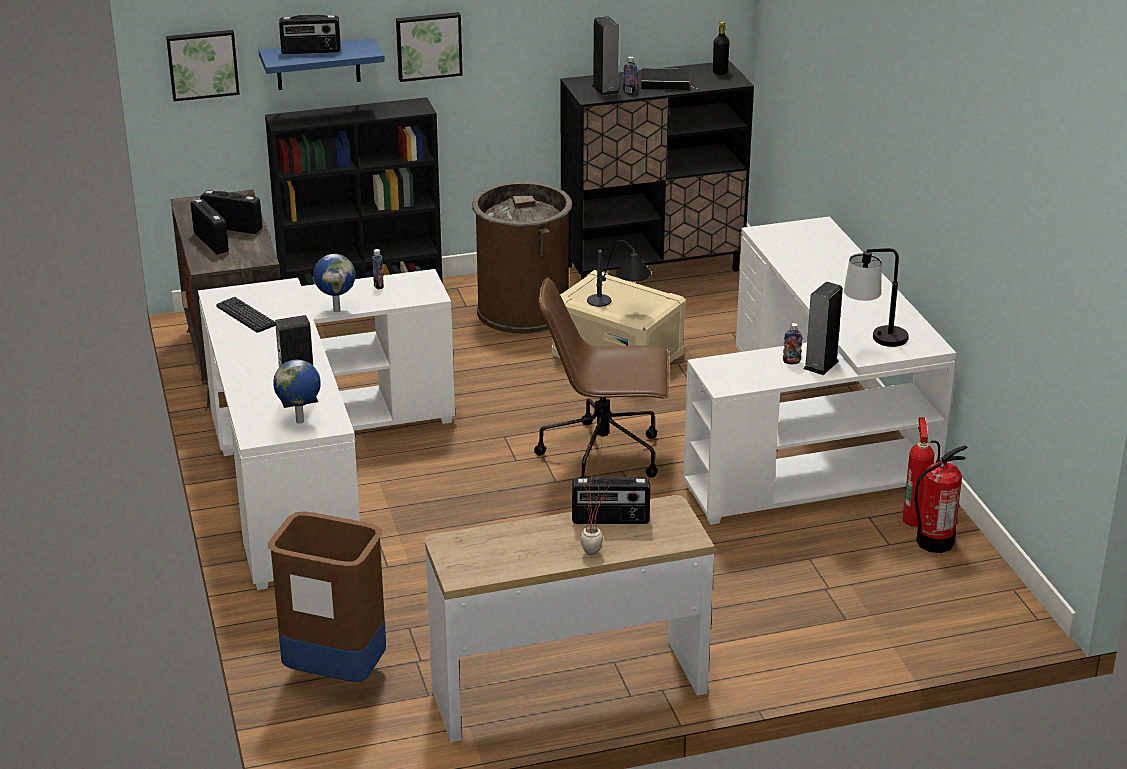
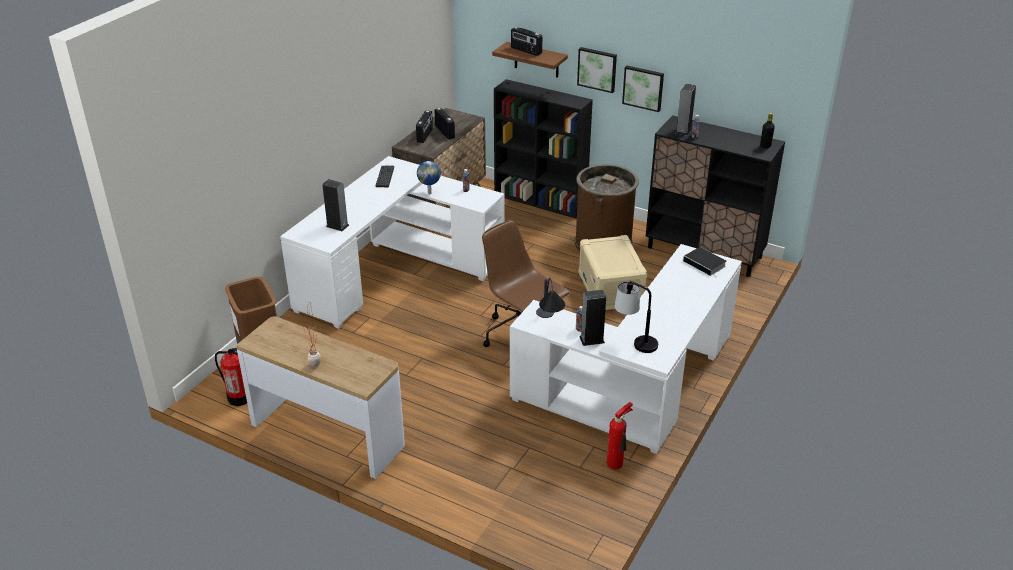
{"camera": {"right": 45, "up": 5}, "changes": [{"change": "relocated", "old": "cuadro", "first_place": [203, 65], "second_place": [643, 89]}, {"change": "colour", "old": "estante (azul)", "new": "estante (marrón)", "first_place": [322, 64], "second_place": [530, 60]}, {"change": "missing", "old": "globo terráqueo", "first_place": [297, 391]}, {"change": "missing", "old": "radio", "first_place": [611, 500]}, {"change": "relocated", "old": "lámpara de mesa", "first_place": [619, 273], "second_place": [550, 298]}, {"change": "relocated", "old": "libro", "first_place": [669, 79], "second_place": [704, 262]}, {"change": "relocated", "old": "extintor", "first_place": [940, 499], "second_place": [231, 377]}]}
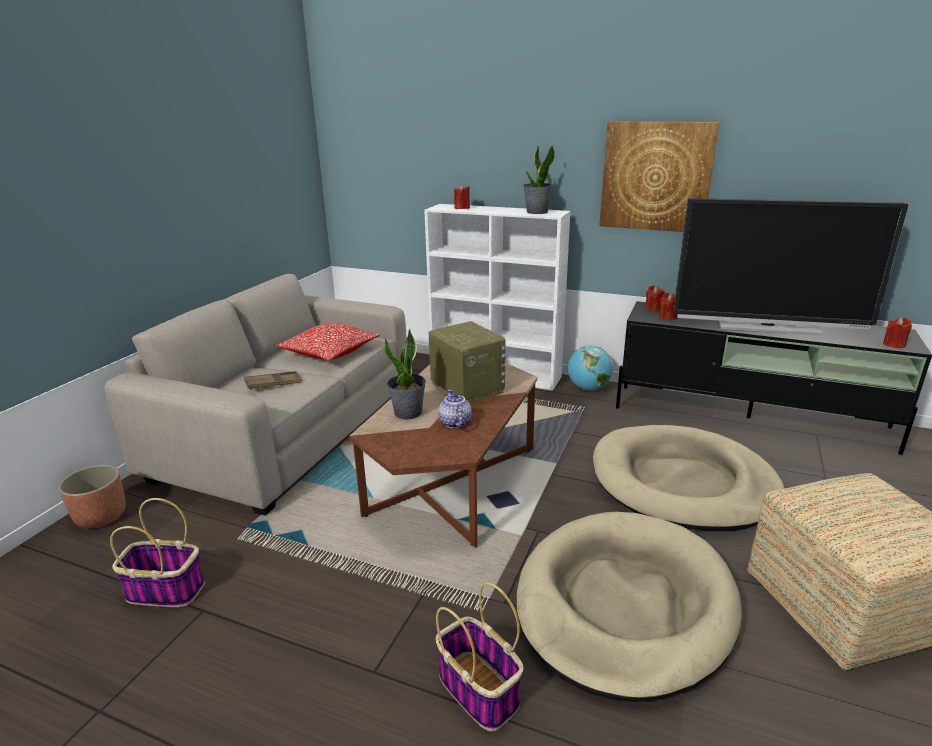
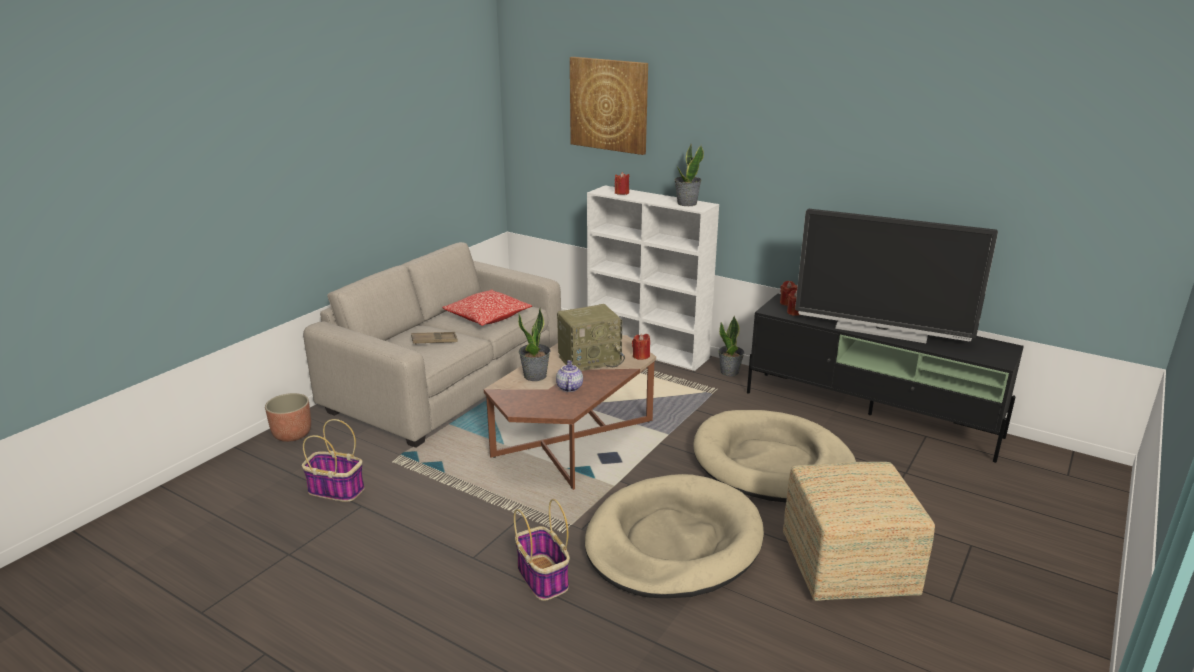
{"camera": {"right": 10, "up": 0}, "changes": [{"change": "spun", "old": "radio", "first_place": [466, 362], "second_place": [591, 337], "degrees": 90}, {"change": "exchanged", "old": "globo terráqueo", "new": "planta en maceta", "first_place": [590, 368], "second_place": [731, 346]}, {"change": "relocated", "old": "cuadro", "first_place": [659, 176], "second_place": [609, 106]}, {"change": "relocated", "old": "vela (rojo)", "first_place": [897, 332], "second_place": [641, 346]}]}
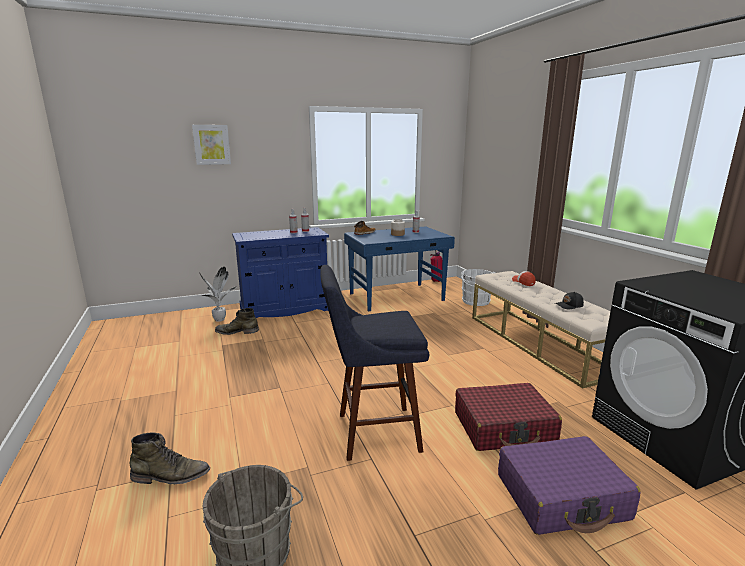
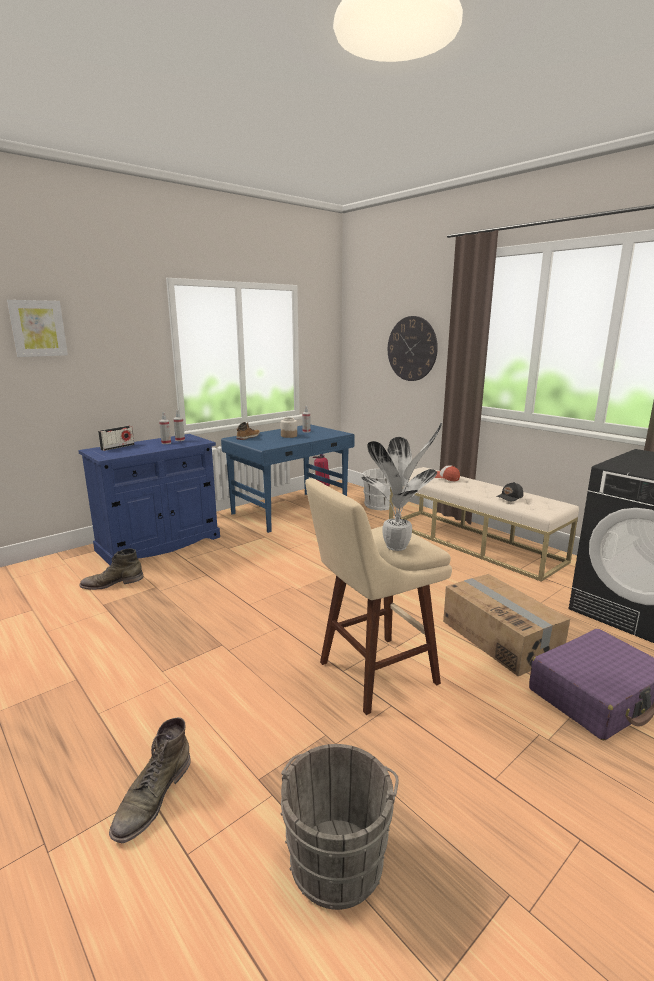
{"camera": {"right": -20, "up": 0}, "changes": [{"change": "spun", "old": "bota (verde)", "first_place": [170, 458], "second_place": [150, 780], "degrees": 135}, {"change": "relocated", "old": "planta en maceta", "first_place": [217, 294], "second_place": [401, 487]}, {"change": "colour", "old": "taburete (azul)", "new": "taburete (beis)", "first_place": [374, 363], "second_place": [378, 596]}, {"change": "exchanged", "old": "maleta (rojo)", "new": "caja de cartón", "first_place": [508, 417], "second_place": [506, 625]}, {"change": "appeared", "new": "radio", "second_place": [116, 438]}, {"change": "appeared", "new": "reloj de pared", "second_place": [413, 348]}]}
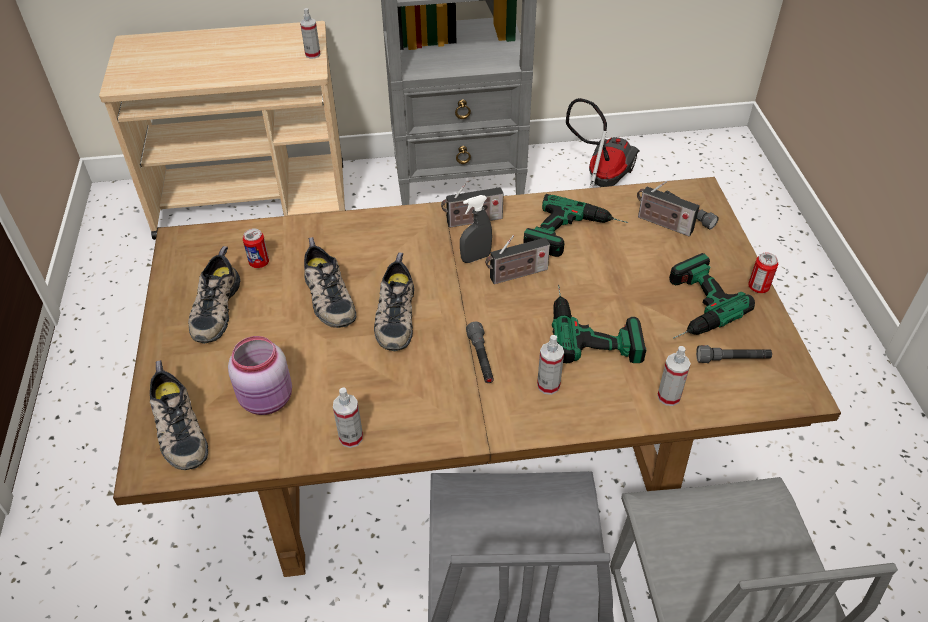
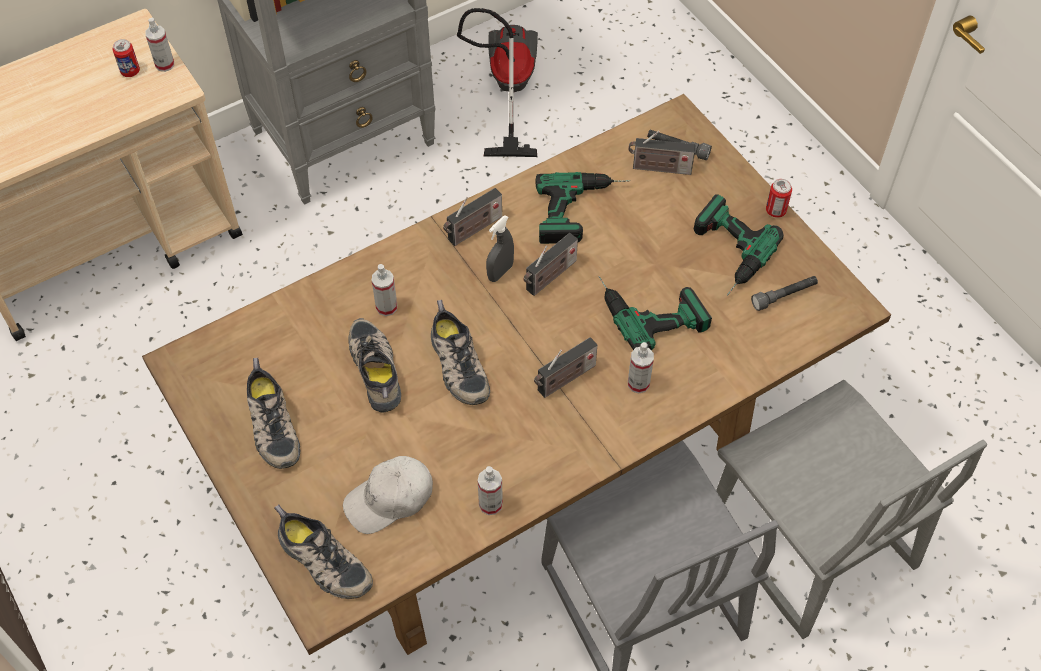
{"camera": {"right": -25, "up": 10}, "changes": [{"change": "exchanged", "old": "tarro (rosa)", "new": "gorra (blanco)", "first_place": [260, 375], "second_place": [388, 495]}, {"change": "relocated", "old": "lata", "first_place": [256, 248], "second_place": [126, 58]}, {"change": "spun", "old": "zapato", "first_place": [330, 282], "second_place": [375, 365], "degrees": -150}, {"change": "exchanged", "old": "linterna (gris)", "new": "radio", "first_place": [480, 352], "second_place": [565, 367]}, {"change": "relocated", "old": "pulverizador", "first_place": [674, 376], "second_place": [384, 290]}]}
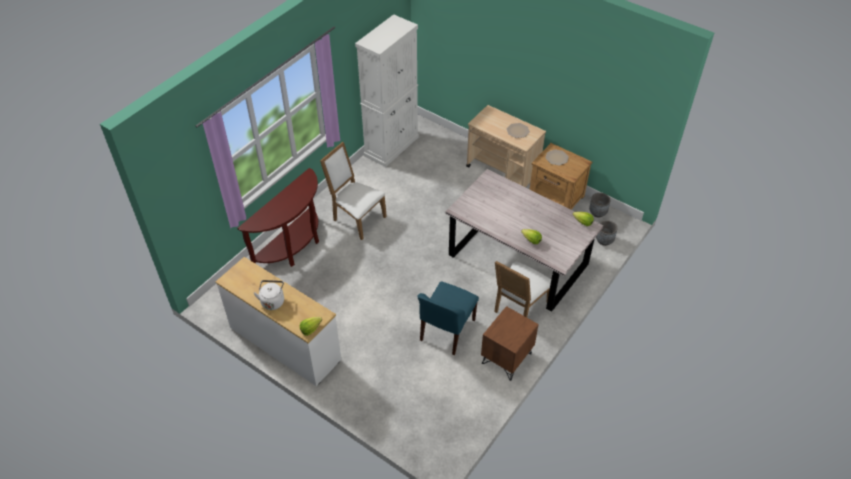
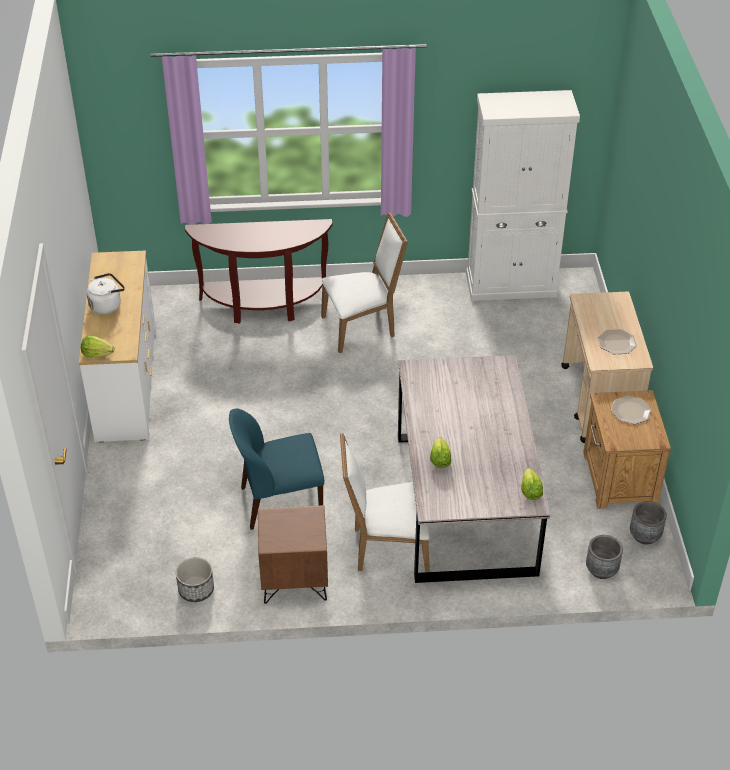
{"camera": {"right": 50, "up": -5}, "changes": [{"change": "spun", "old": "silla (blanco)", "first_place": [353, 191], "second_place": [364, 282], "degrees": 75}, {"change": "appeared", "new": "maceta", "second_place": [195, 579]}]}
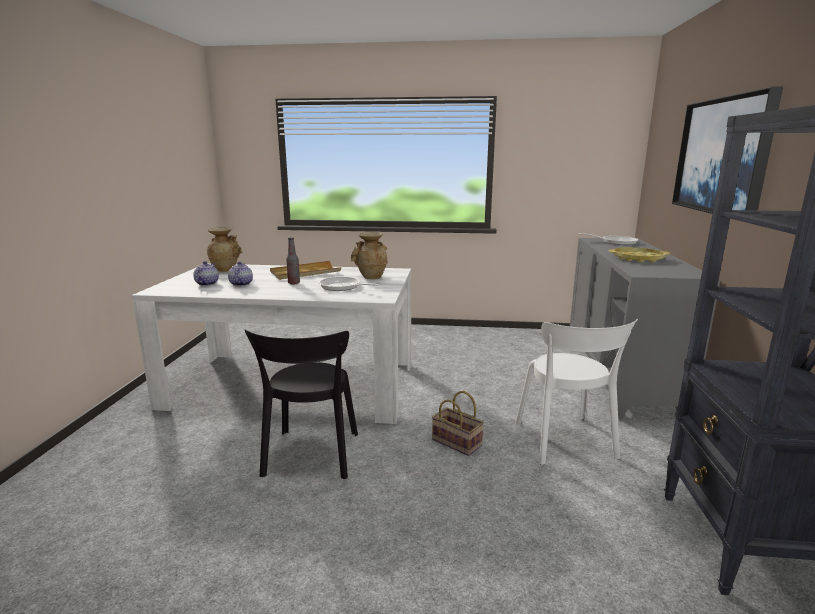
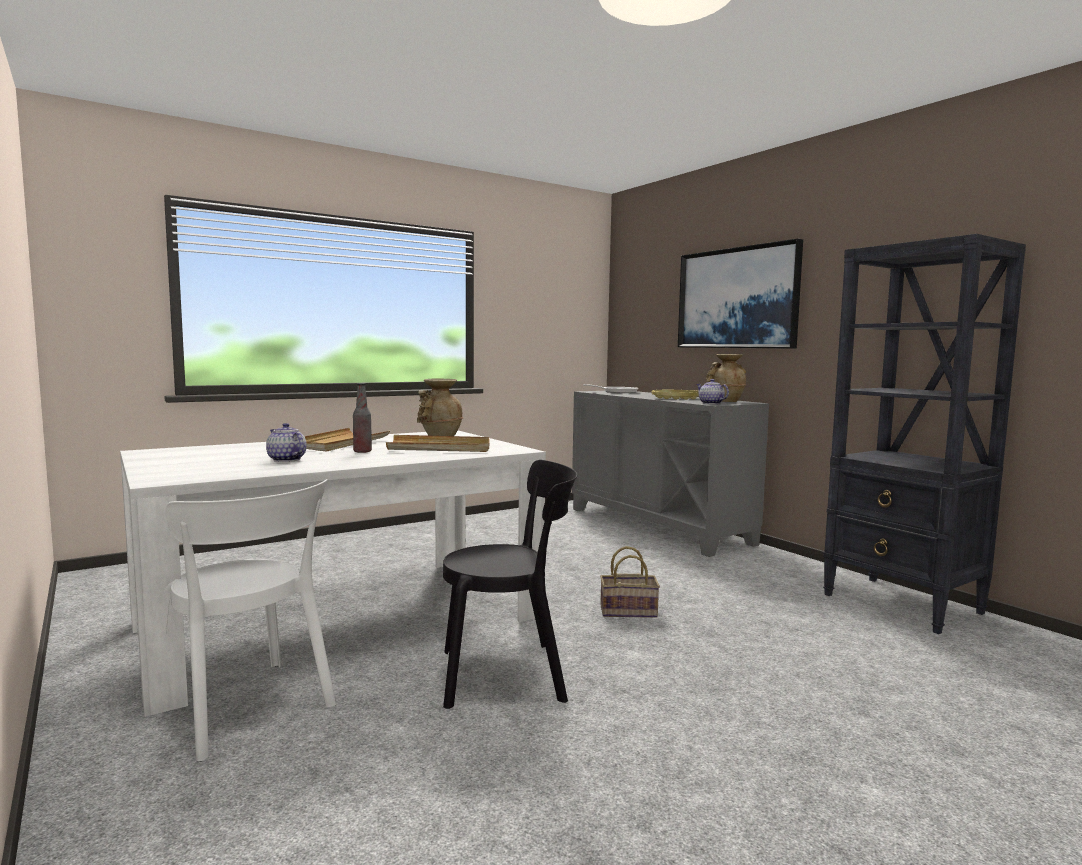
{"camera": {"right": -40, "up": -10}, "changes": [{"change": "relocated", "old": "tetera", "first_place": [206, 273], "second_place": [712, 391]}, {"change": "relocated", "old": "florero (beis)", "first_place": [225, 249], "second_place": [726, 378]}, {"change": "spun", "old": "silla (negro)", "first_place": [301, 404], "second_place": [510, 584], "degrees": -60}, {"change": "exchanged", "old": "sartén", "new": "bandeja (beis)", "first_place": [349, 284], "second_place": [437, 443]}, {"change": "relocated", "old": "silla (blanco)", "first_place": [576, 391], "second_place": [249, 620]}]}
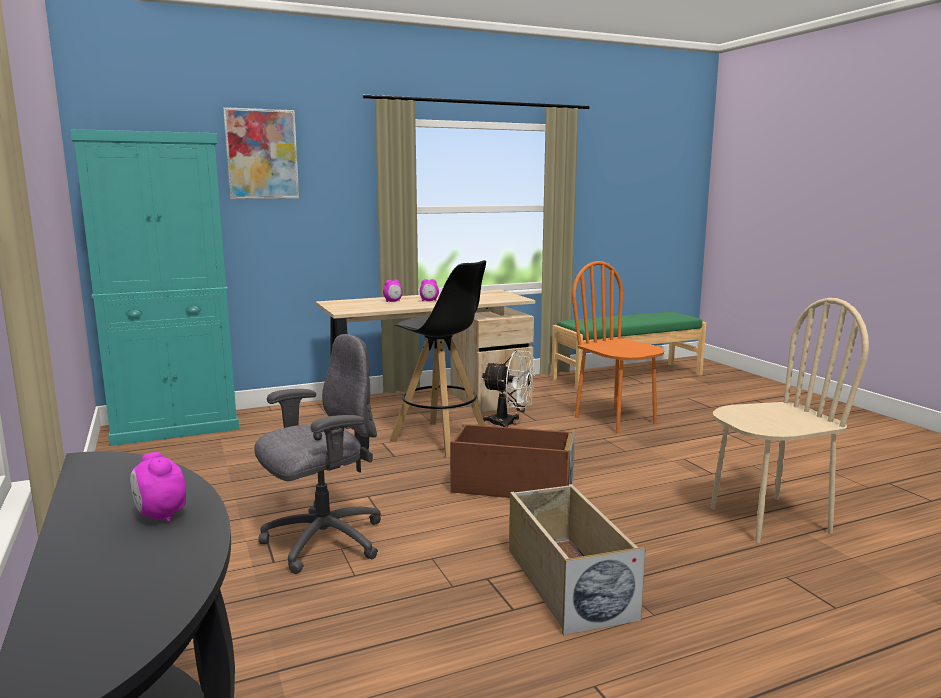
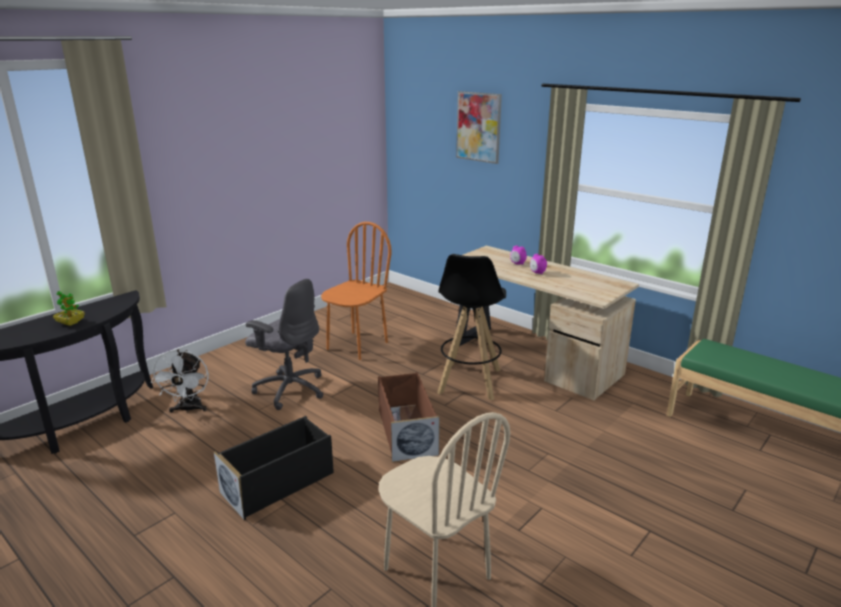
{"camera": {"right": 65, "up": 10}, "changes": [{"change": "missing", "old": "armario (turquesa)", "first_place": [154, 287]}, {"change": "exchanged", "old": "despertador", "new": "planta en maceta", "first_place": [158, 487], "second_place": [69, 308]}, {"change": "relocated", "old": "ventilador (blanco)", "first_place": [508, 388], "second_place": [180, 381]}, {"change": "colour", "old": "caja de almacenaje (beis)", "new": "caja de almacenaje (negro)", "first_place": [577, 559], "second_place": [274, 468]}, {"change": "relocated", "old": "silla (naranja)", "first_place": [618, 347], "second_place": [356, 291]}]}
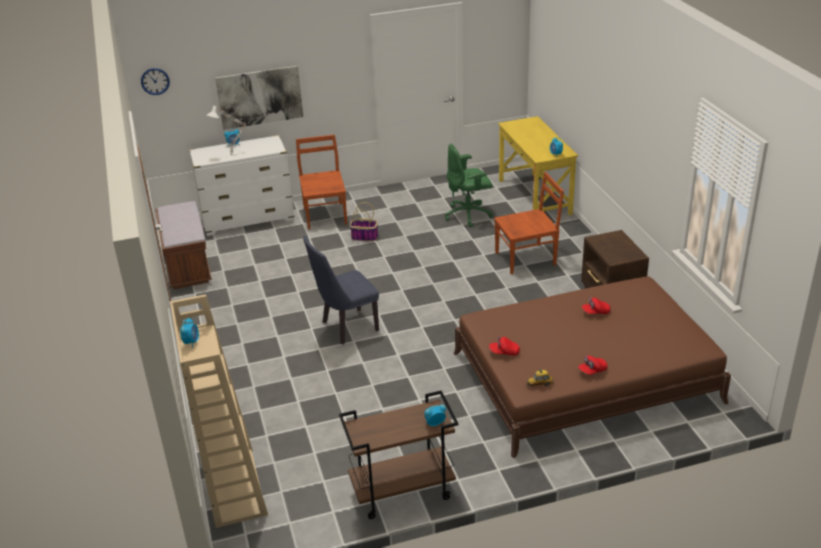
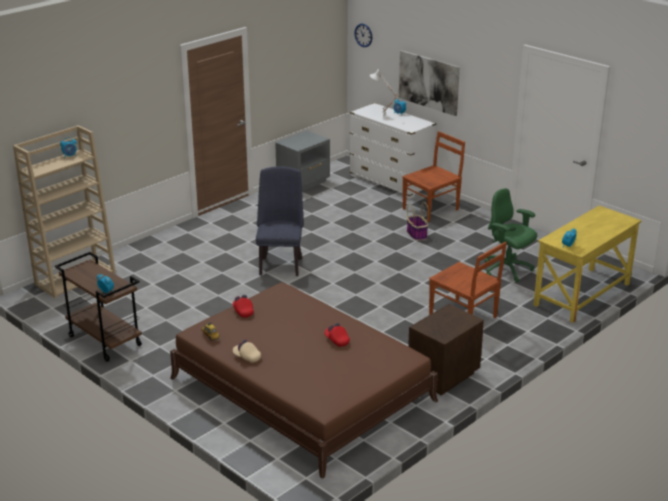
{"camera": {"right": 60, "up": -5}, "changes": [{"change": "exchanged", "old": "banco (marrón)", "new": "mesita de noche (gris)", "first_place": [183, 245], "second_place": [302, 161]}, {"change": "spun", "old": "silla (azul)", "first_place": [341, 289], "second_place": [280, 221], "degrees": 60}, {"change": "colour", "old": "gorra (rojo)", "new": "gorra (beis)", "first_place": [593, 365], "second_place": [247, 351]}]}
